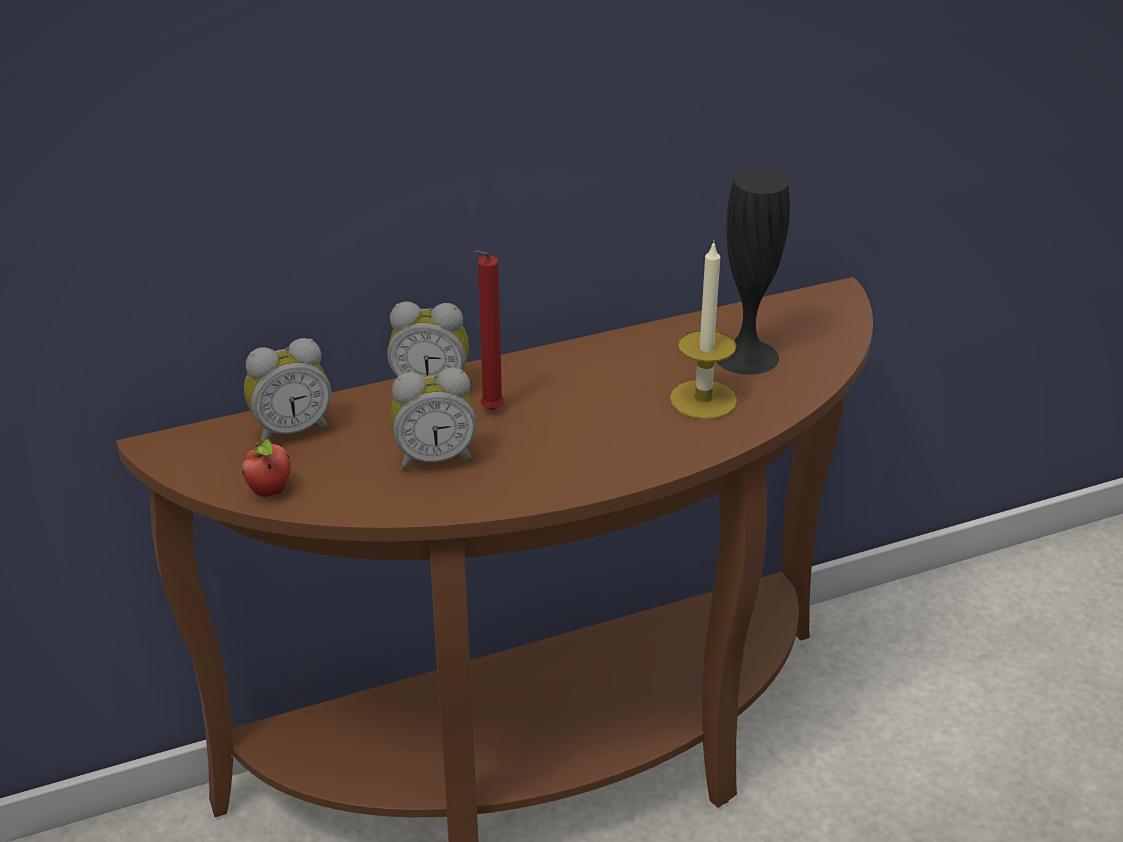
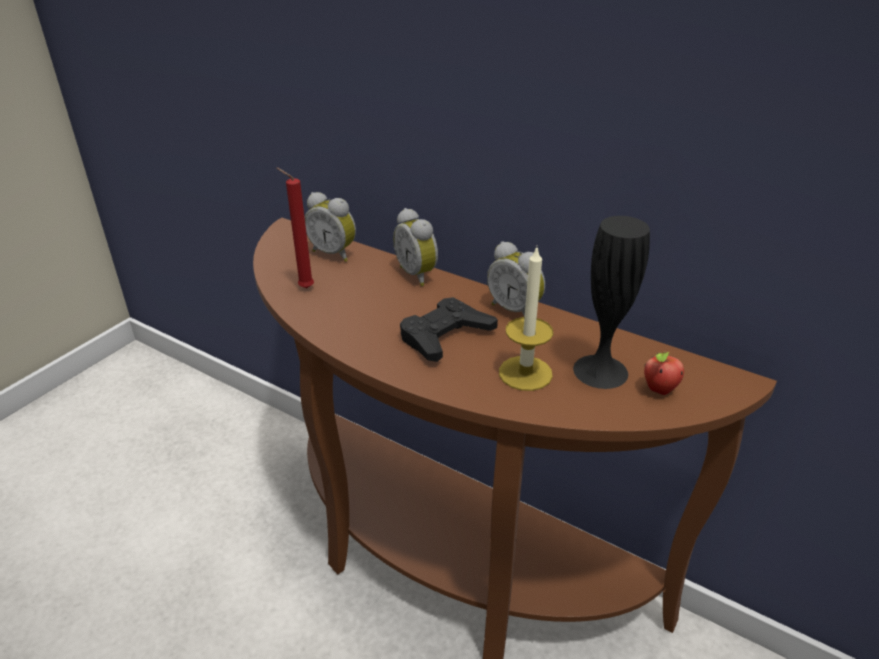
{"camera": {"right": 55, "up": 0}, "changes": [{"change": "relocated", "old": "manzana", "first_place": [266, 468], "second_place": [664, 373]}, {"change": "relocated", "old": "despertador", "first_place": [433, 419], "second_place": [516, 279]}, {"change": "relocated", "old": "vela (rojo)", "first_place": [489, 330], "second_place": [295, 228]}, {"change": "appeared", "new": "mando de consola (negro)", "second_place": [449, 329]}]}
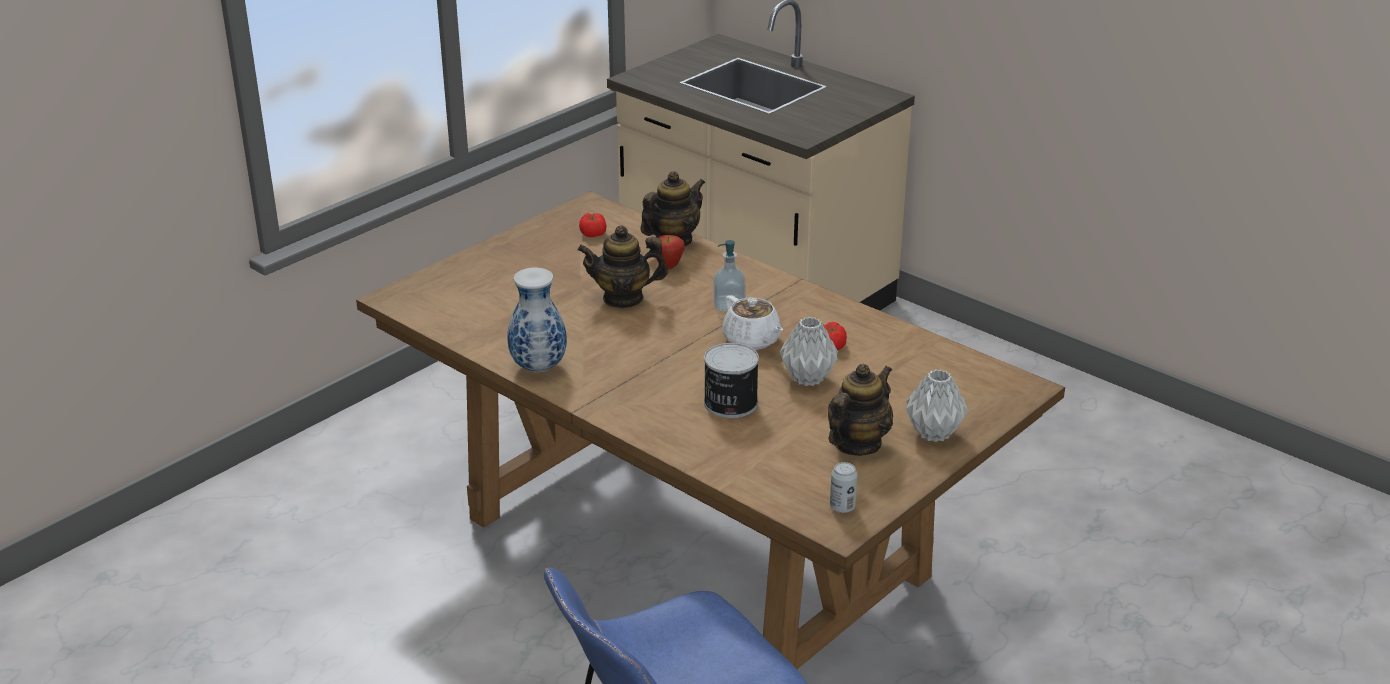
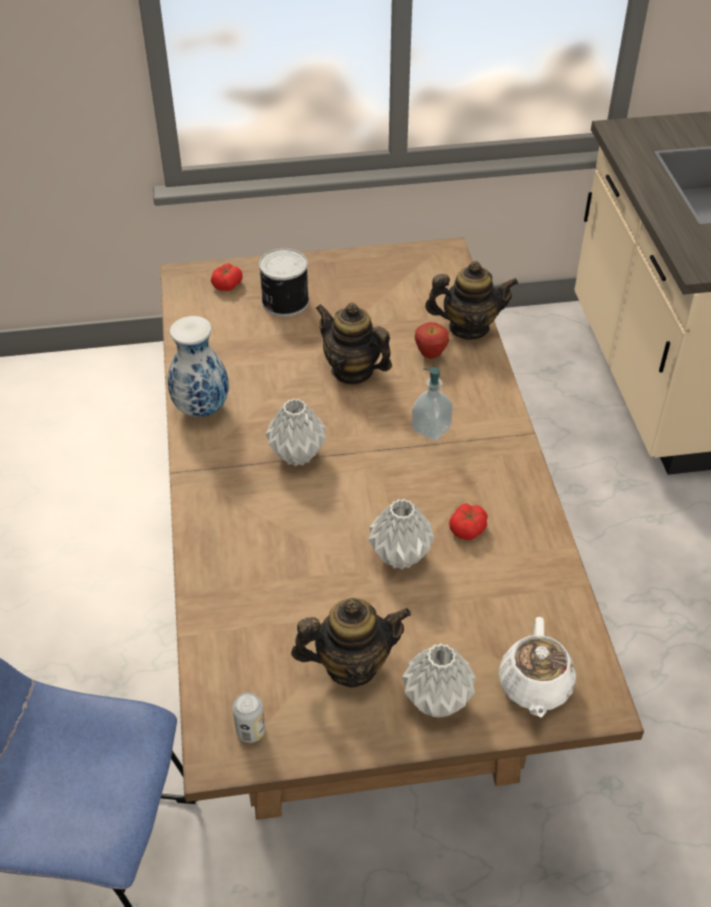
{"camera": {"right": 40, "up": 15}, "changes": [{"change": "relocated", "old": "tomate", "first_place": [593, 225], "second_place": [227, 277]}, {"change": "relocated", "old": "lata", "first_place": [731, 380], "second_place": [284, 283]}, {"change": "relocated", "old": "tetera (blanco)", "first_place": [752, 322], "second_place": [537, 667]}, {"change": "appeared", "new": "florero (gris)", "second_place": [296, 432]}]}
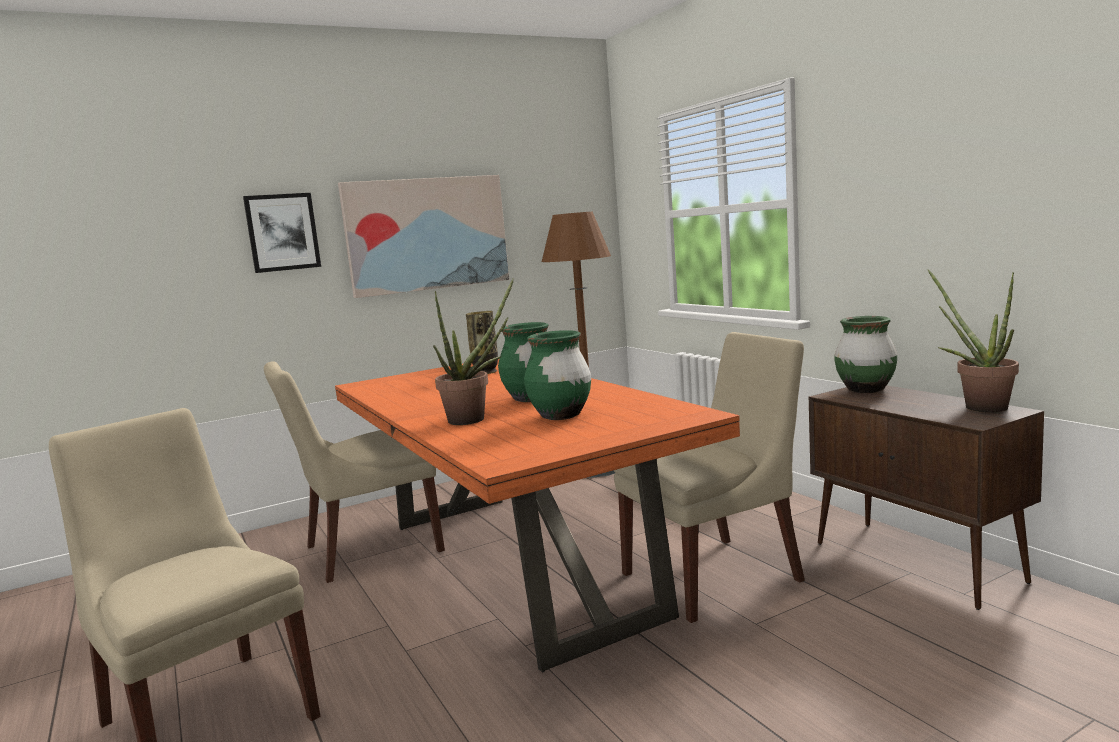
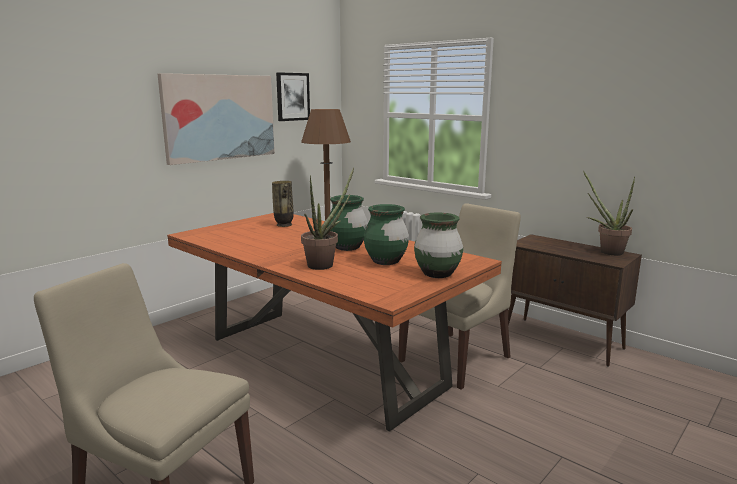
{"camera": {"right": -20, "up": 5}, "changes": [{"change": "relocated", "old": "cuadro", "first_place": [282, 233], "second_place": [293, 96]}, {"change": "missing", "old": "silla (beis)", "first_place": [354, 472]}, {"change": "relocated", "old": "florero (verde)", "first_place": [866, 354], "second_place": [438, 245]}]}
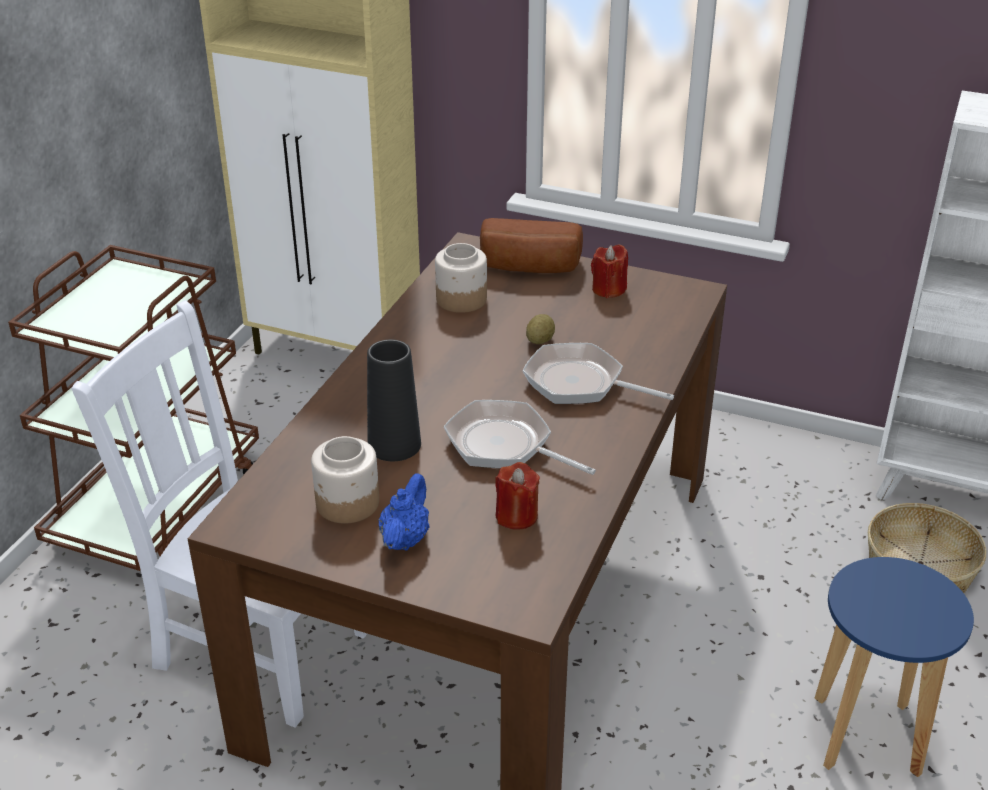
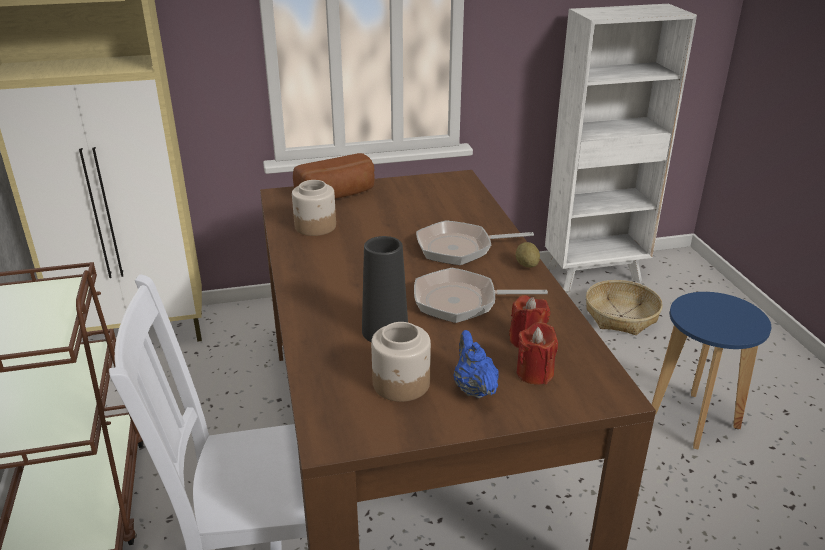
{"camera": {"right": -35, "up": -5}, "changes": [{"change": "relocated", "old": "patata", "first_place": [540, 329], "second_place": [528, 254]}, {"change": "relocated", "old": "vela (rojo)", "first_place": [609, 271], "second_place": [537, 353]}]}
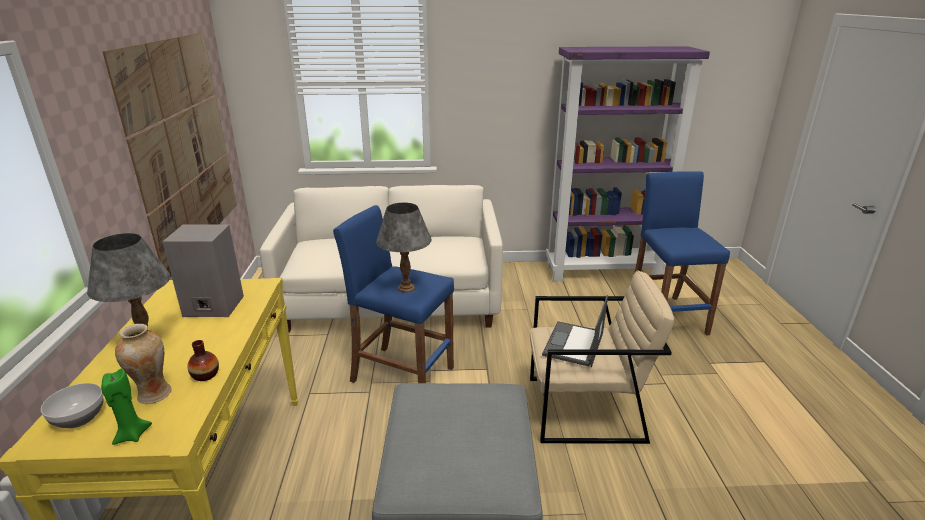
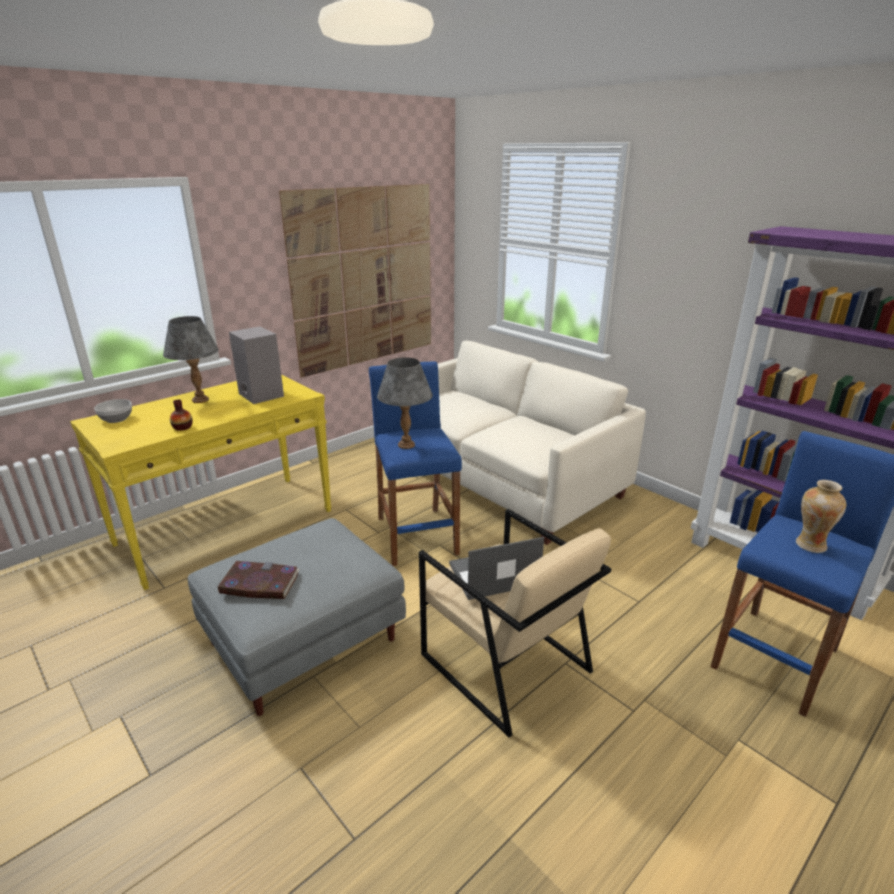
{"camera": {"right": 50, "up": 0}, "changes": [{"change": "missing", "old": "vela (verde)", "first_place": [126, 406]}, {"change": "relocated", "old": "florero", "first_place": [143, 364], "second_place": [821, 516]}, {"change": "appeared", "new": "libro", "second_place": [258, 580]}]}
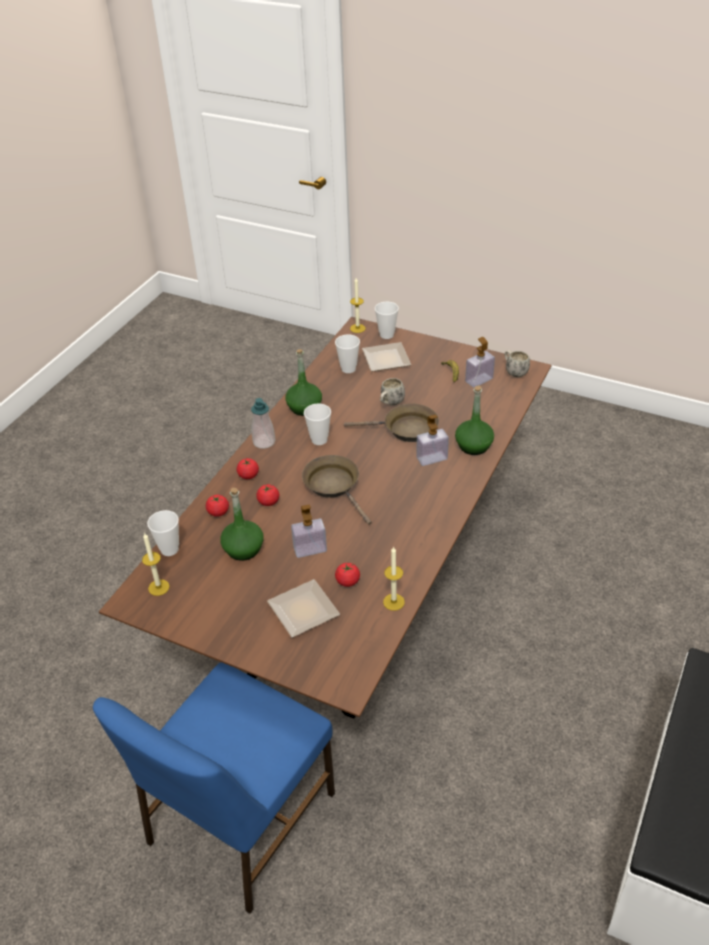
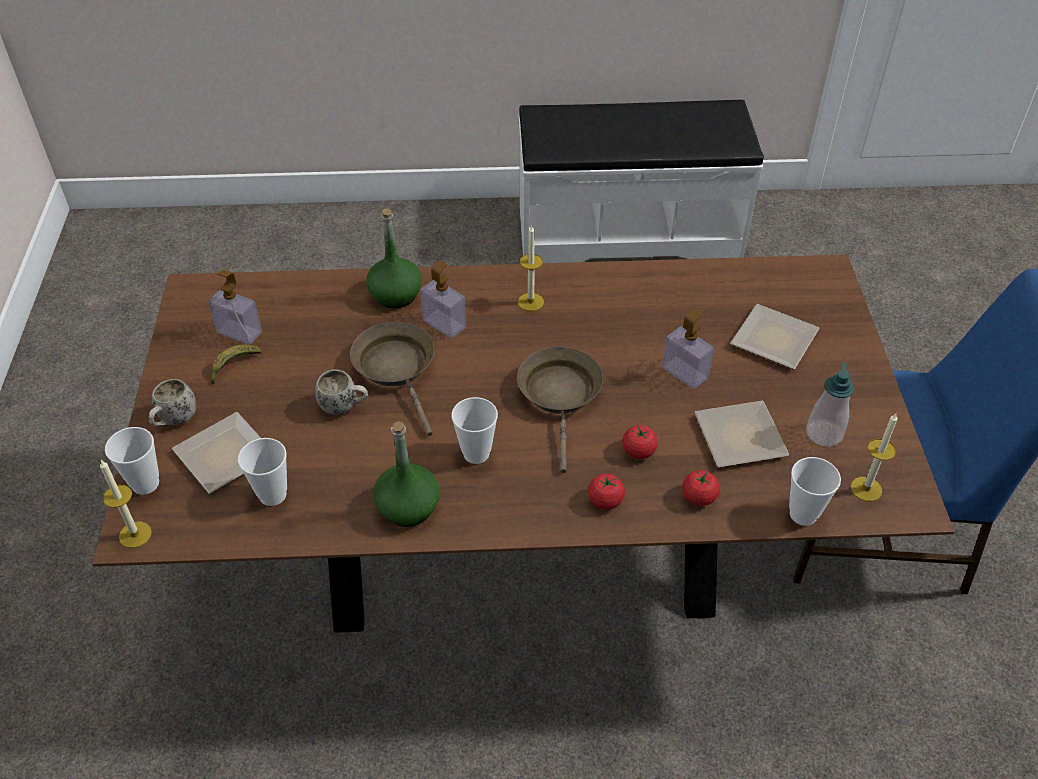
{"camera": {"right": -120, "up": 5}, "changes": [{"change": "exchanged", "old": "botella (verde)", "new": "plato", "first_place": [242, 524], "second_place": [742, 434]}, {"change": "relocated", "old": "dispensador de jabón", "first_place": [263, 423], "second_place": [830, 405]}, {"change": "spun", "old": "sartén (marrón)", "first_place": [337, 490], "second_place": [560, 410], "degrees": 150}, {"change": "missing", "old": "tomate", "first_place": [347, 575]}, {"change": "relocated", "old": "vela", "first_place": [394, 579], "second_place": [531, 268]}, {"change": "relocated", "old": "taza grande (blanco)", "first_place": [517, 363], "second_place": [173, 402]}]}
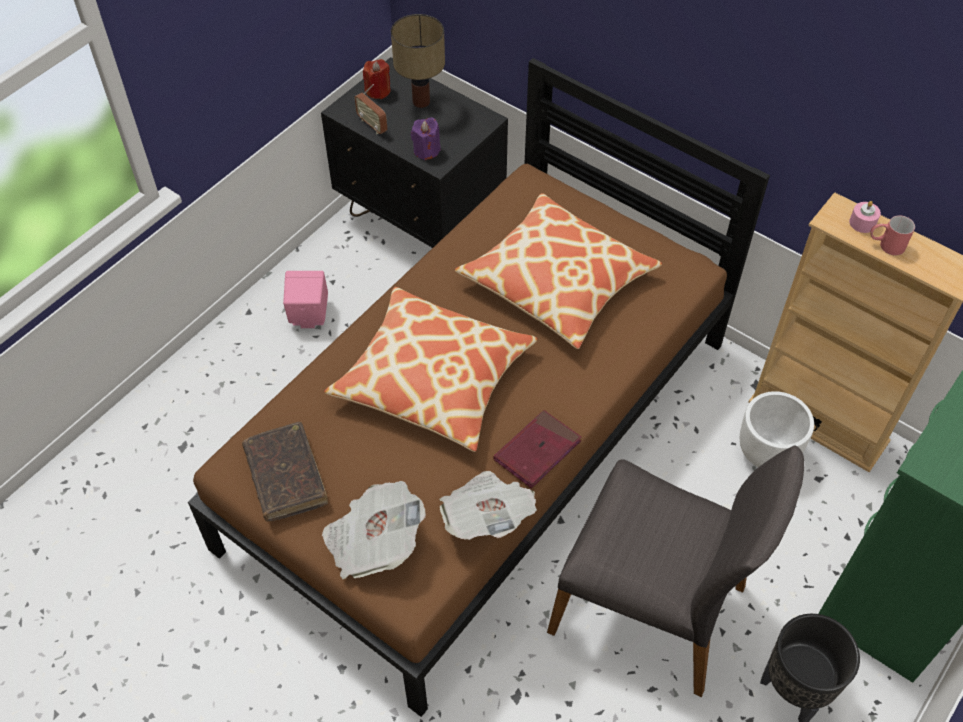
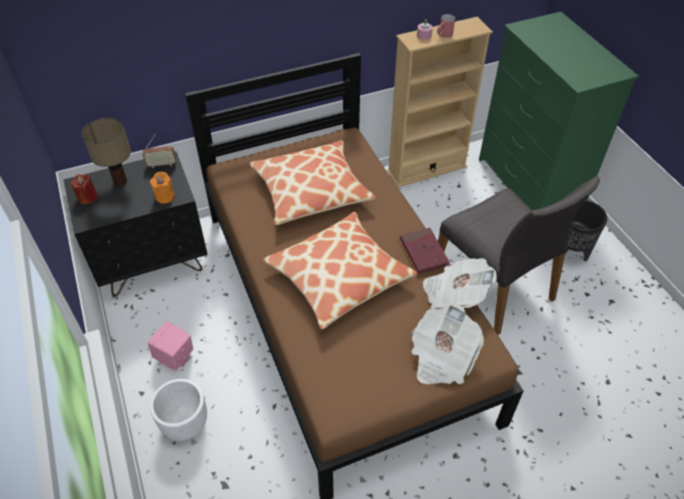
{"camera": {"right": -60, "up": -5}, "changes": [{"change": "missing", "old": "libro (marrón)", "first_place": [285, 472]}, {"change": "relocated", "old": "radio", "first_place": [371, 109], "second_place": [159, 151]}, {"change": "colour", "old": "vela (morado)", "new": "vela (naranja)", "first_place": [426, 138], "second_place": [162, 188]}, {"change": "spun", "old": "silla (gris)", "first_place": [675, 571], "second_place": [519, 255], "degrees": 90}, {"change": "relocated", "old": "maceta (blanco)", "first_place": [777, 429], "second_place": [178, 410]}]}
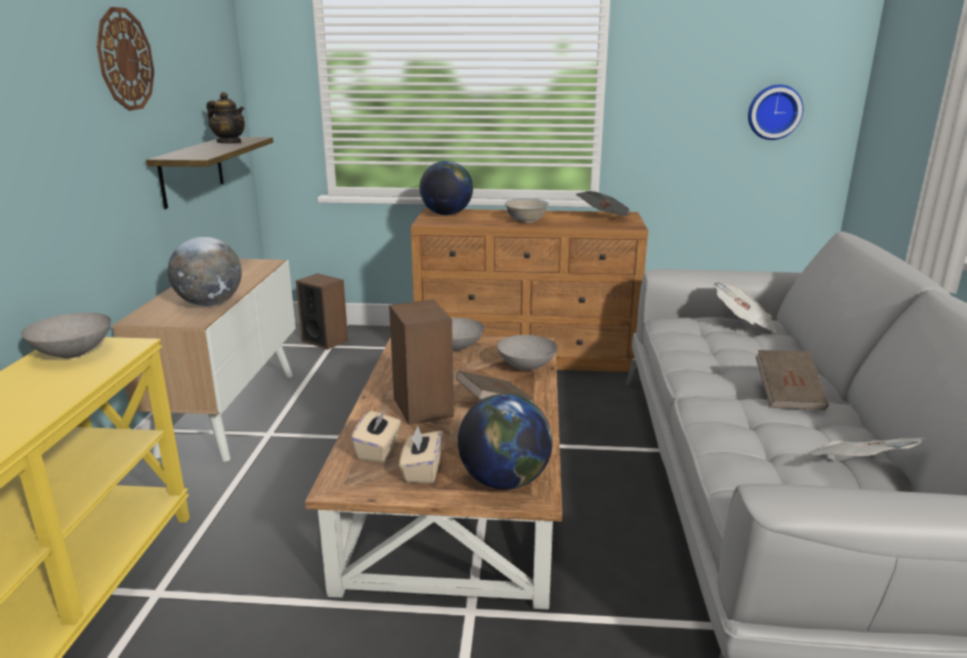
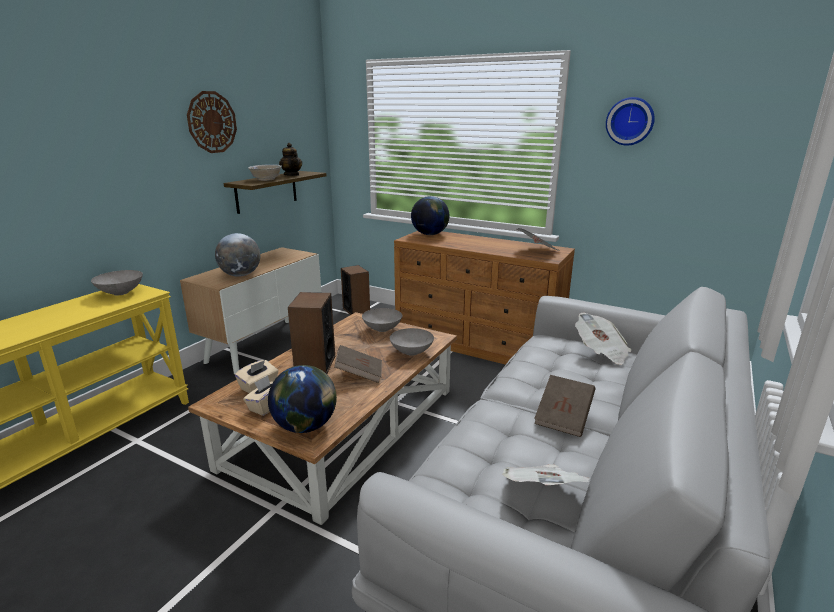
{"camera": {"right": 25, "up": 0}, "changes": [{"change": "relocated", "old": "cuenco (blanco)", "first_place": [527, 210], "second_place": [265, 172]}, {"change": "relocated", "old": "reloj de pared", "first_place": [775, 112], "second_place": [630, 121]}]}
